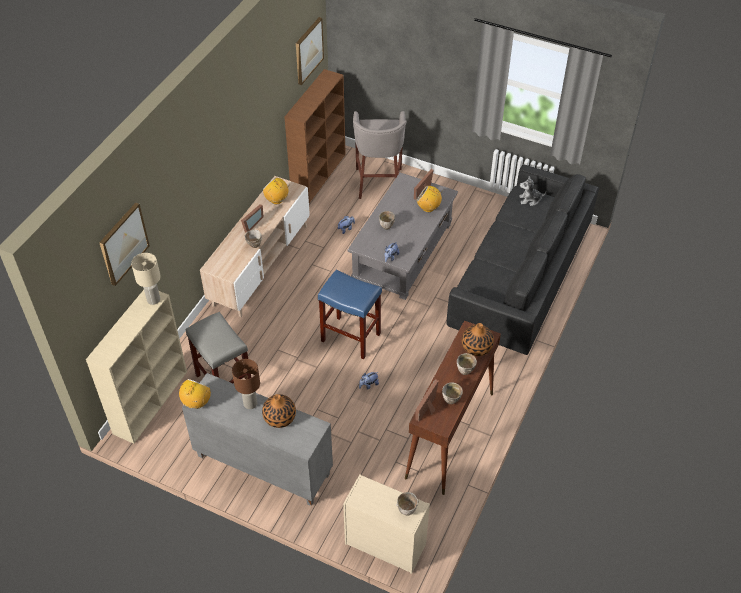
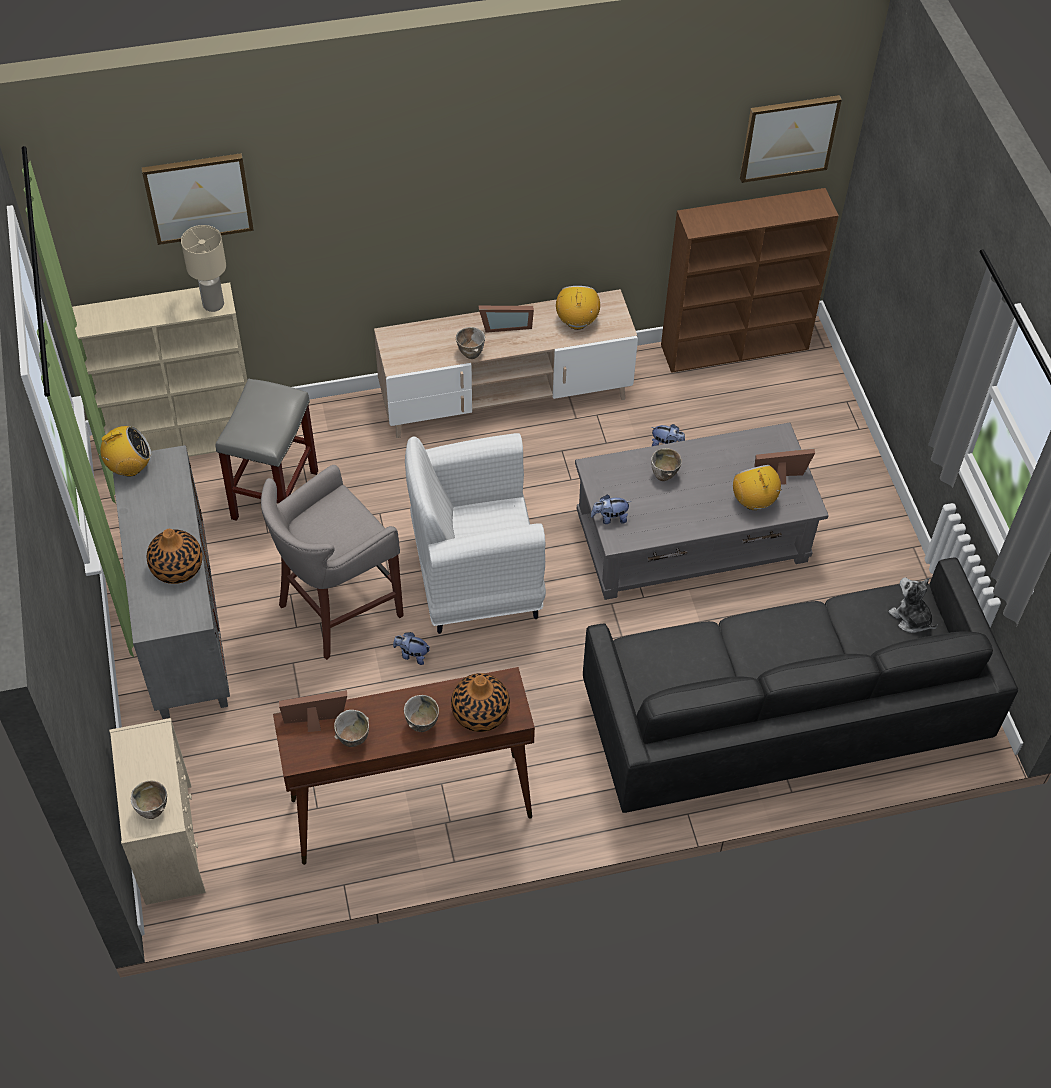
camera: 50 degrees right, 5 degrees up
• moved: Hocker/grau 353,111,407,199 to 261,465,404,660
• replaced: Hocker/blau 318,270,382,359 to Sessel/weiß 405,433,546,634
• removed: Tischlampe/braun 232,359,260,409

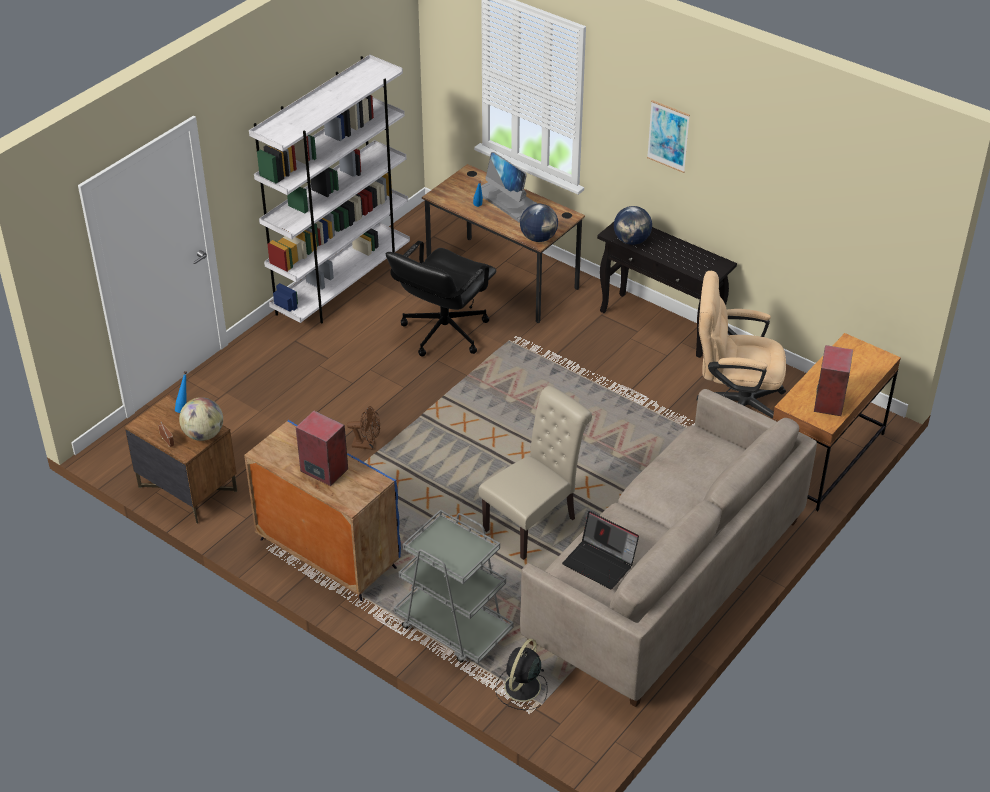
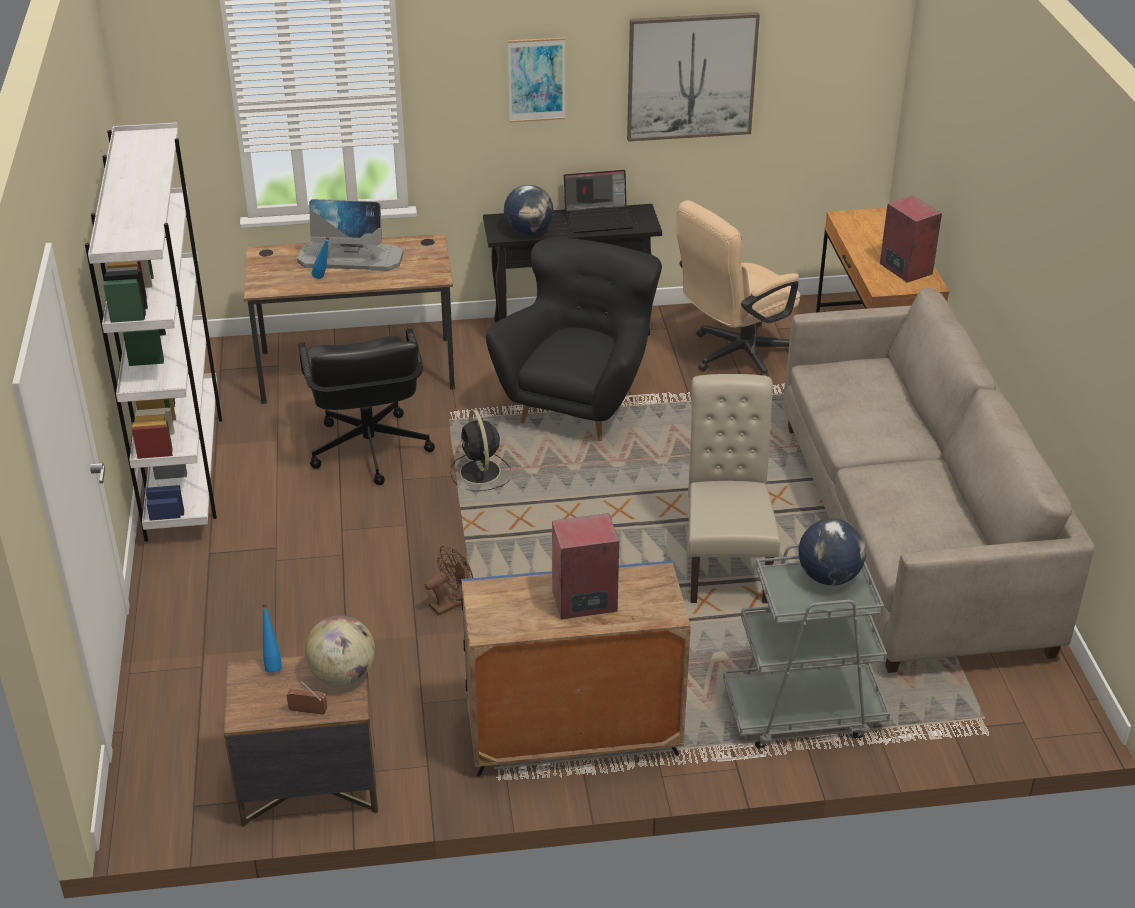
camera: 45 degrees left, 5 degrees down
• moved: Ventilator/schwarz 495,638,547,710 to 450,409,511,491
• added: Sessel/schwarz 486,237,662,441
• moved: Laptop 562,511,639,589 to 564,170,634,233
• added: Bild 627,12,760,142
• moved: Globus 520,204,558,242 to 799,519,866,585

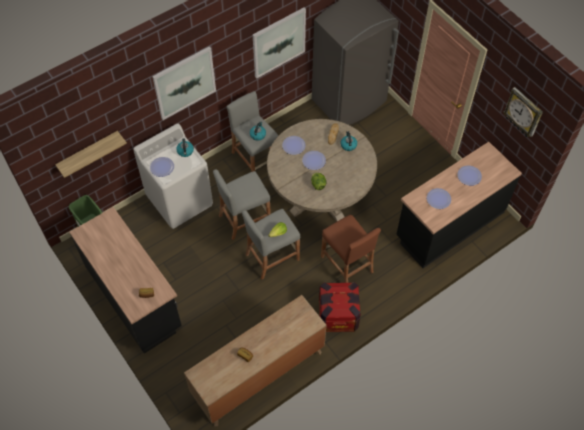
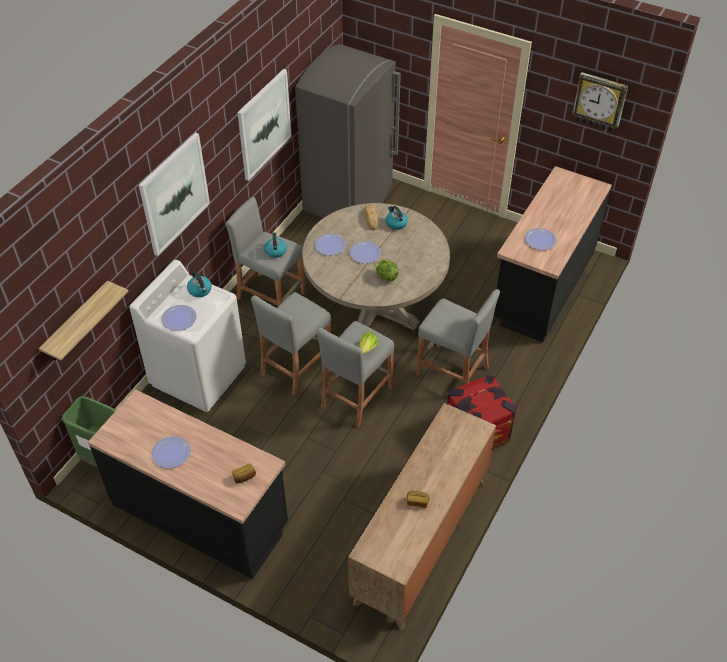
camera: 25 degrees left, 10 degrees down
• moved: Teller 457,166,482,186 to 152,436,191,469
• recoloured: Hocker/braun 321,215,381,283 to Hocker/grau 416,289,500,385

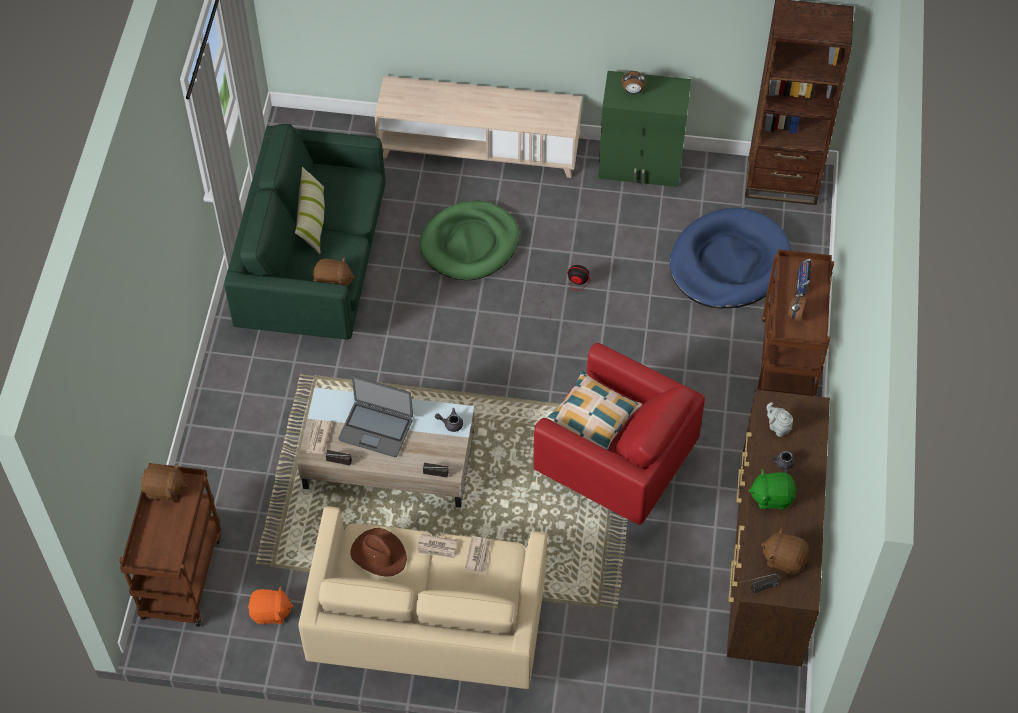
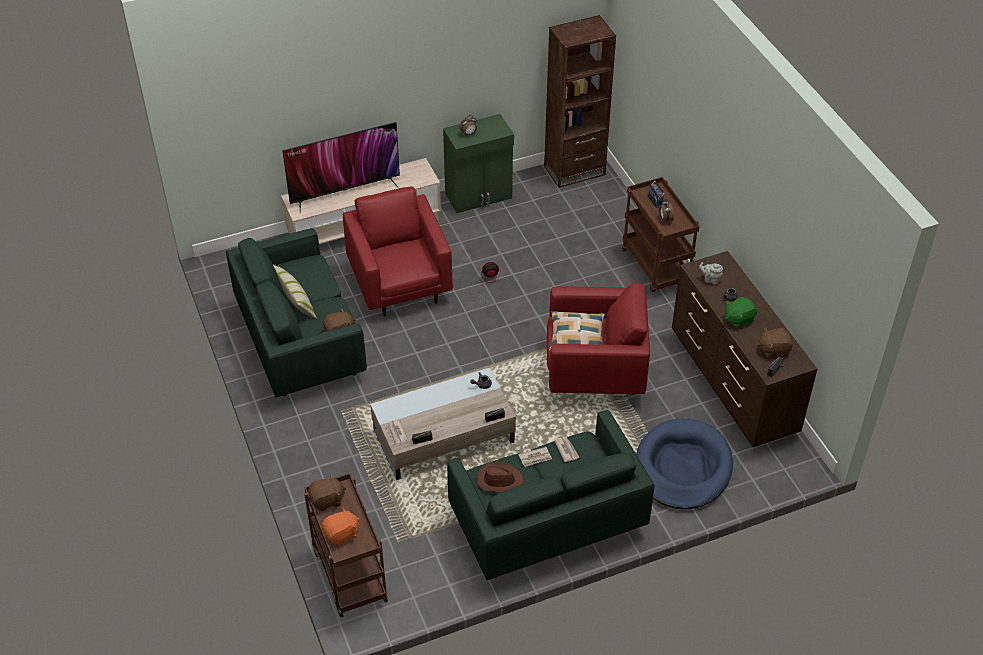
camera: 30 degrees left, 10 degrees down
• added: Fernseher 282,122,400,212
• moved: Plüschtier/orange 248,586,294,624 to 322,507,360,546
• replaced: Hundebett/grün 420,201,519,280 to Sessel/rot 343,186,453,316
• recoloured: Sofa/beige 298,506,547,689 to Sofa/grün 447,410,655,580
• moved: Hundebett/blau 670,208,791,309 to 636,419,733,509
• removed: Laptop 338,376,413,457

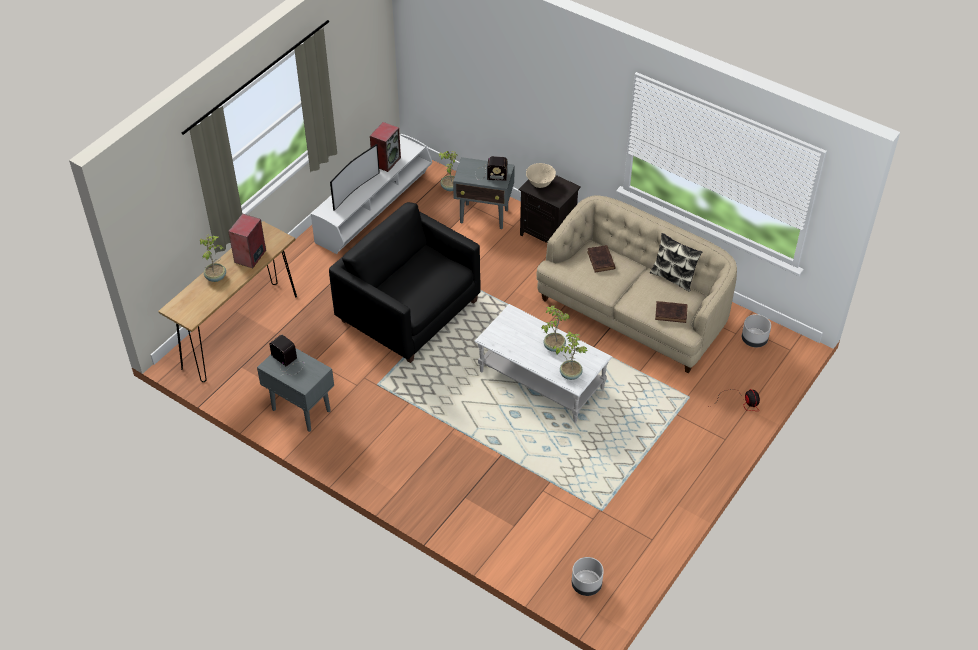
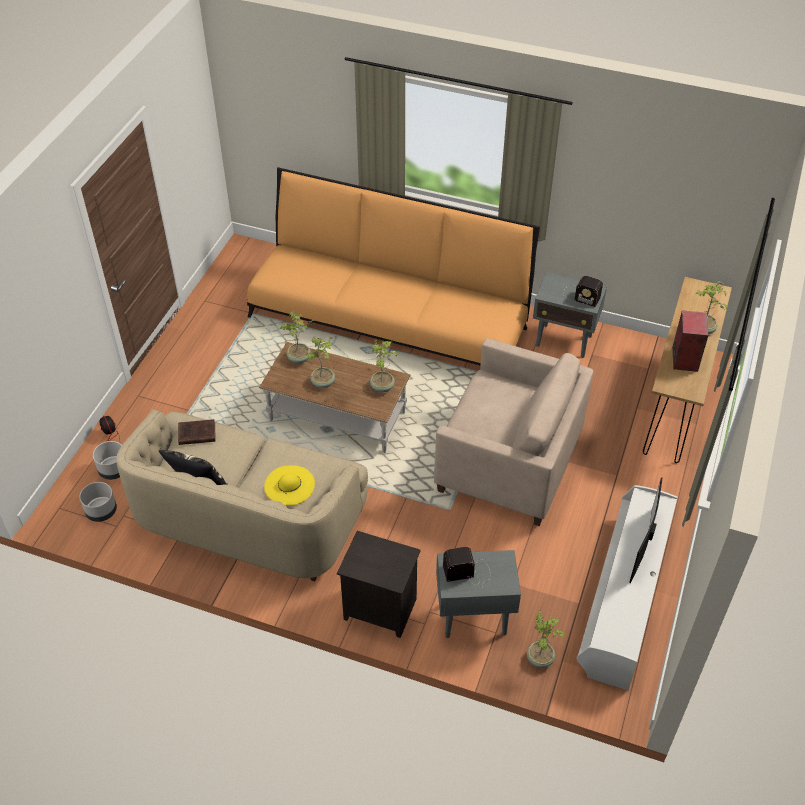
camera: 165 degrees right, 0 degrees up
• moved: Pflanzkübel/grau 572,557,604,596 to 93,441,122,480
• added: Sofa/orange 247,167,540,366
• recoloured: Couchtisch/weiß 474,304,612,423 to Couchtisch/braun 259,342,410,453
• replaced: Buch/braun 587,245,615,272 to Hut/gelb 264,465,315,506
• added: Topfpflanze 370,340,399,392
• recoloured: Sessel/schwarz 329,202,481,363 to Sessel/beige 434,338,593,526
• removed: Lautsprecher 370,122,401,172
• removed: Schüssel/beige 526,163,556,188

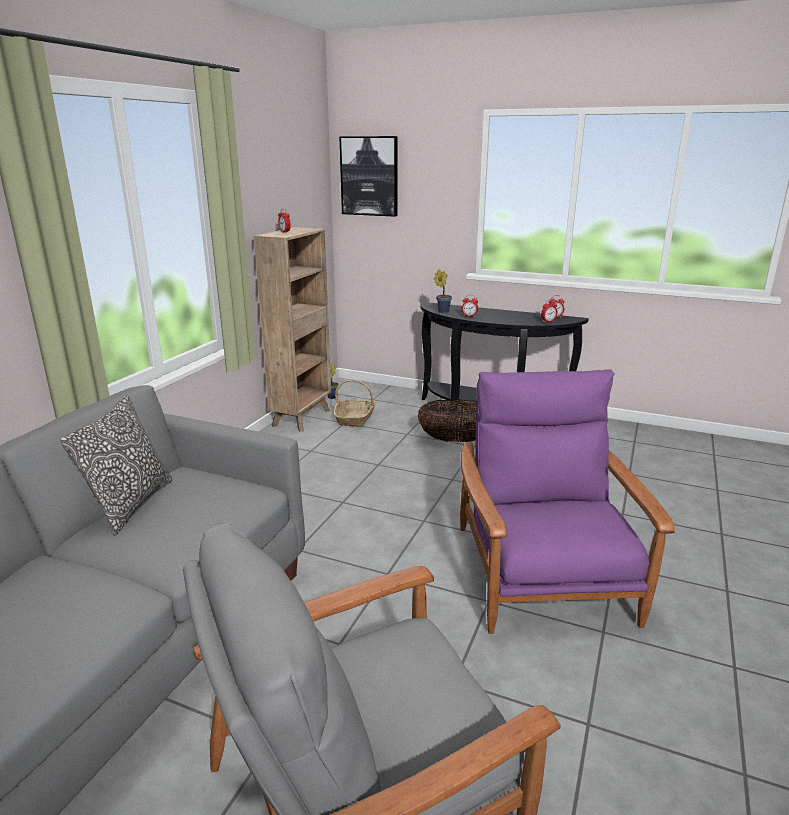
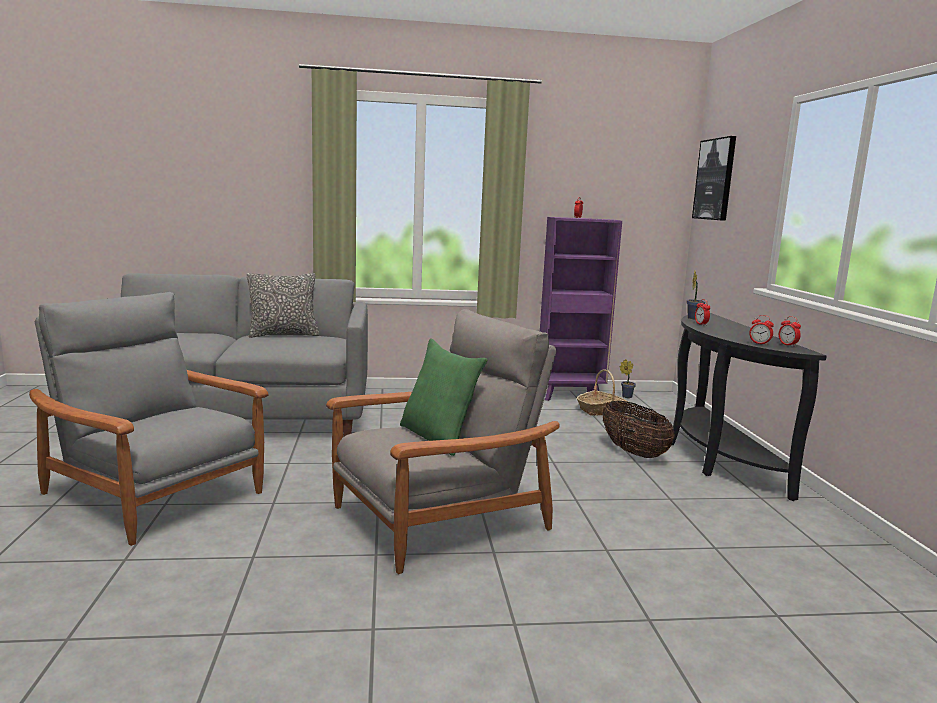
camera: 60 degrees right, 10 degrees down
• recoloured: Sessel/lila 460,369,675,634 to Sessel/grau 326,309,560,574
• added: Kissen/grün 400,339,487,456
• recoloured: Bücherregal/braun 254,227,331,432 to Bücherregal/lila 540,217,622,401

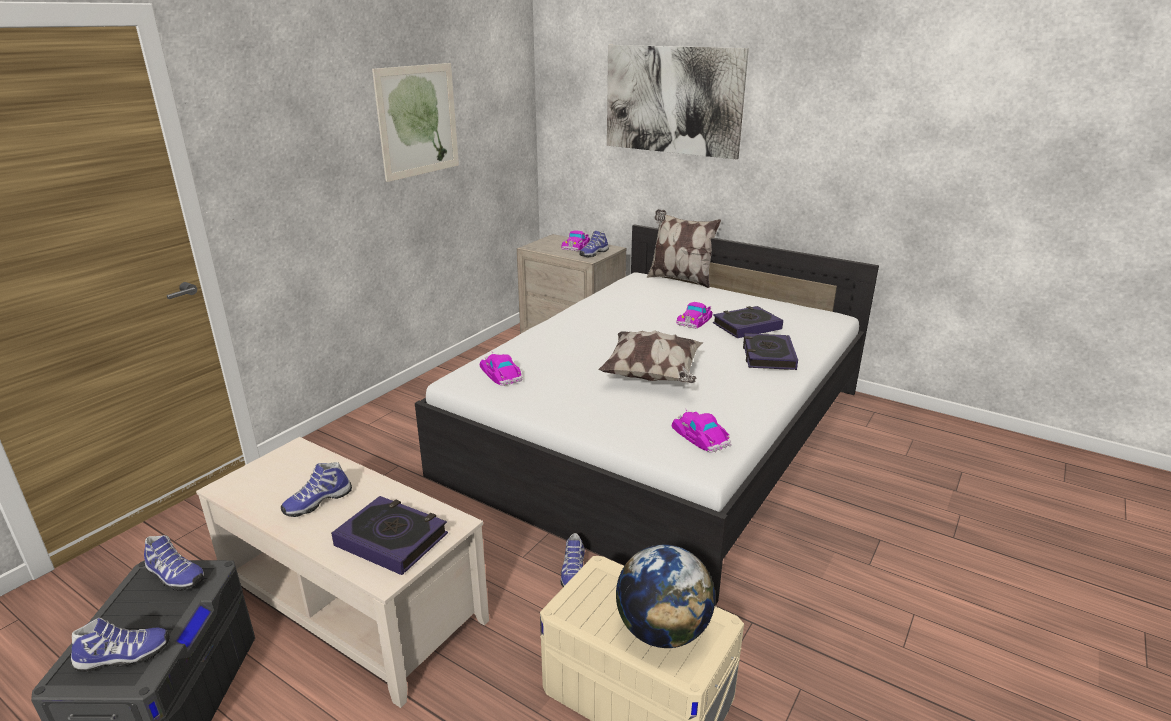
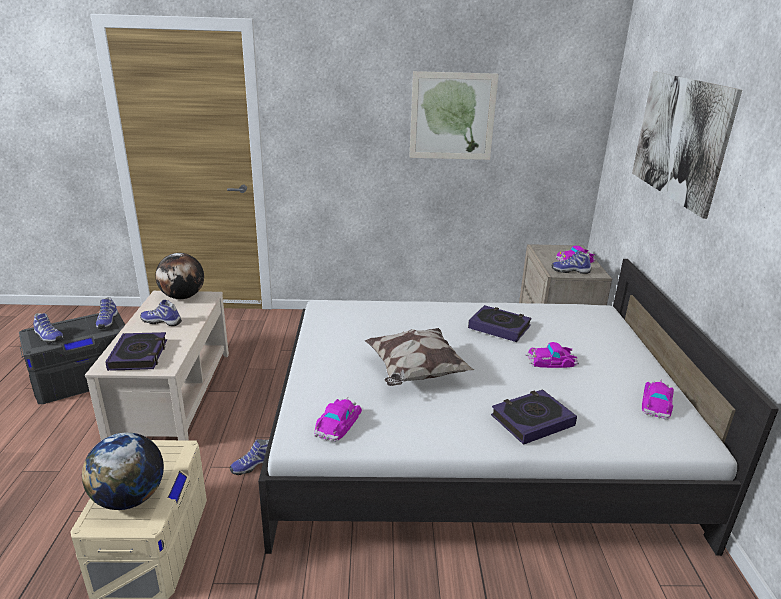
camera: 55 degrees right, 0 degrees up
• added: Globus 155,253,204,299
• moved: Buch 713,306,783,338 to 468,305,532,342
• moved: Spielzeugauto 480,352,522,386 to 642,379,674,420
• removed: Kissen 647,209,721,288

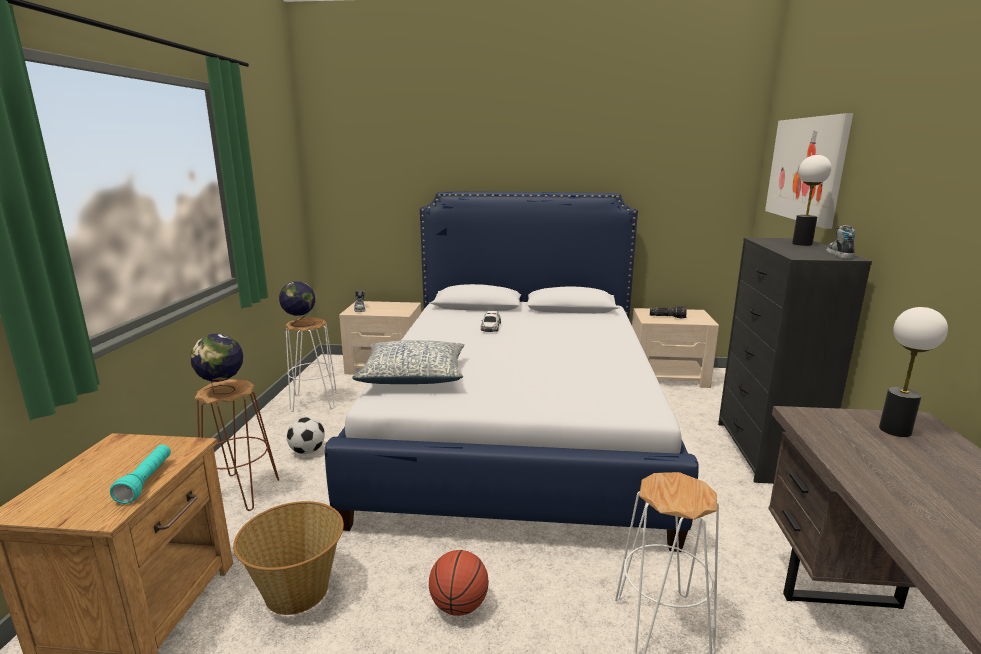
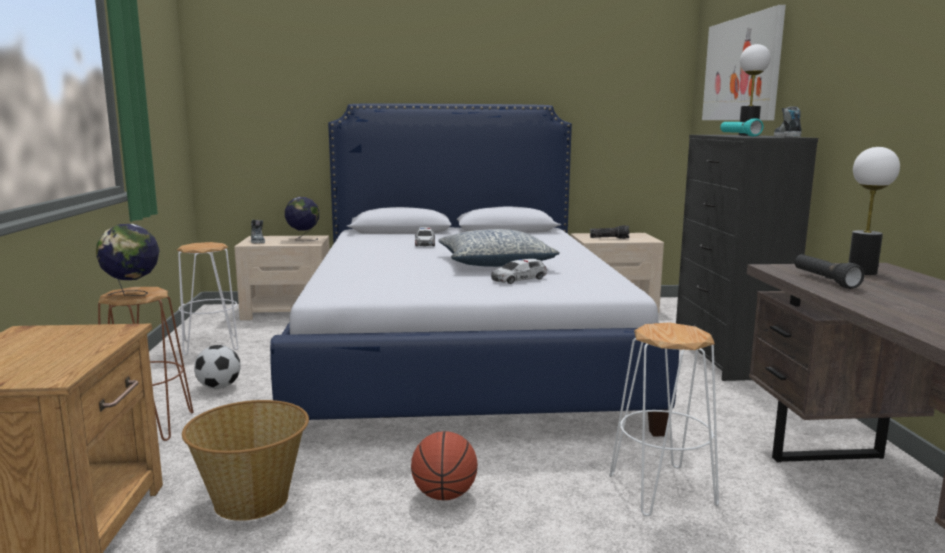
camera: 10 degrees left, 5 degrees down
• moved: Globus 279,281,315,327 to 285,197,319,241
• moved: Kissen 352,340,465,384 to 438,229,560,267
• added: Spielzeugauto 491,259,547,284
• moved: Taschenlampe/türkis 110,445,171,504 to 720,118,763,136
• added: Taschenlampe/schwarz 795,254,864,289

